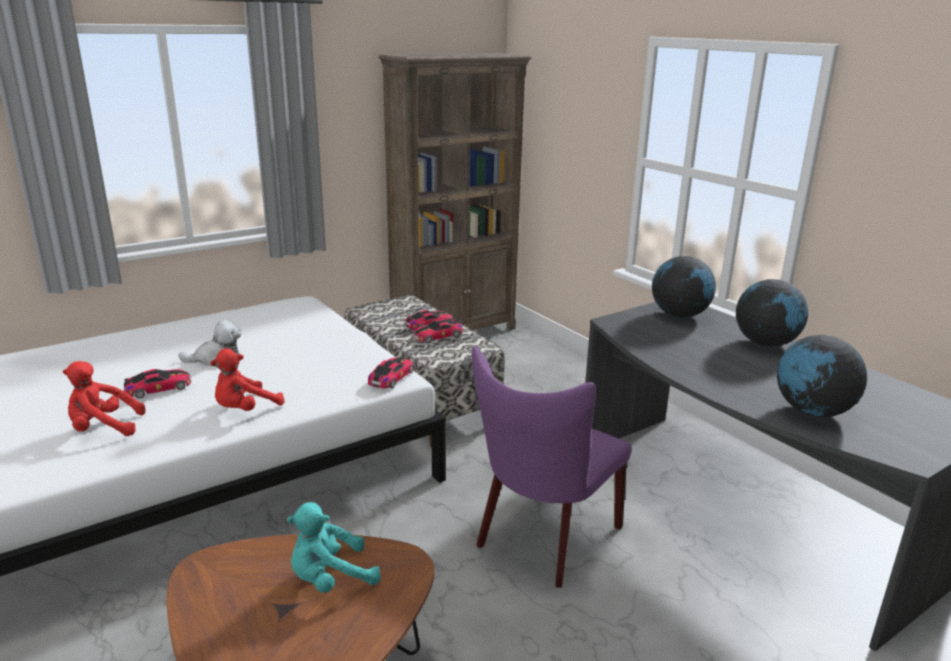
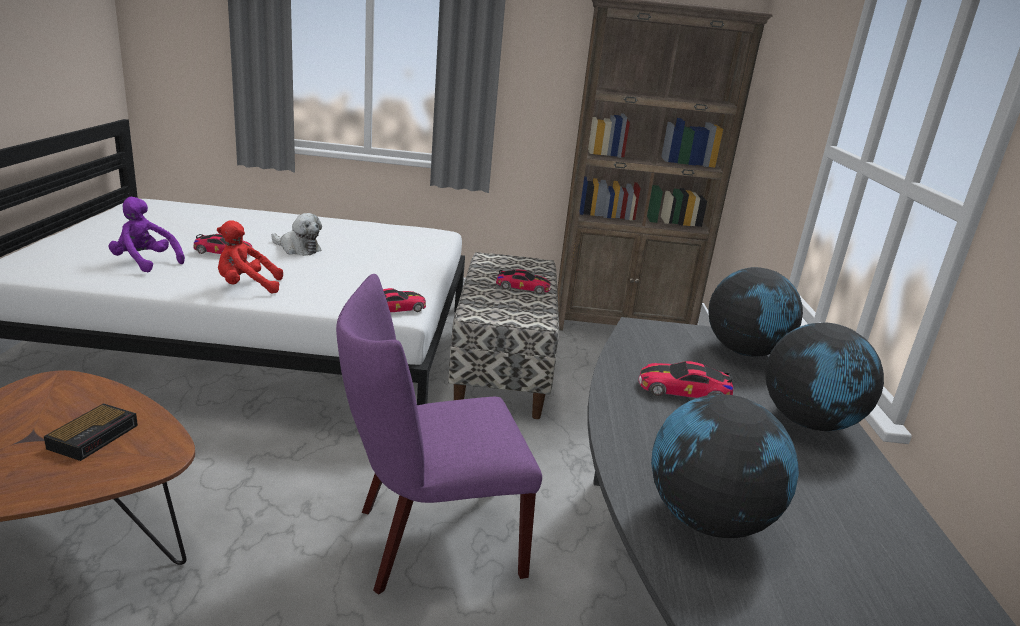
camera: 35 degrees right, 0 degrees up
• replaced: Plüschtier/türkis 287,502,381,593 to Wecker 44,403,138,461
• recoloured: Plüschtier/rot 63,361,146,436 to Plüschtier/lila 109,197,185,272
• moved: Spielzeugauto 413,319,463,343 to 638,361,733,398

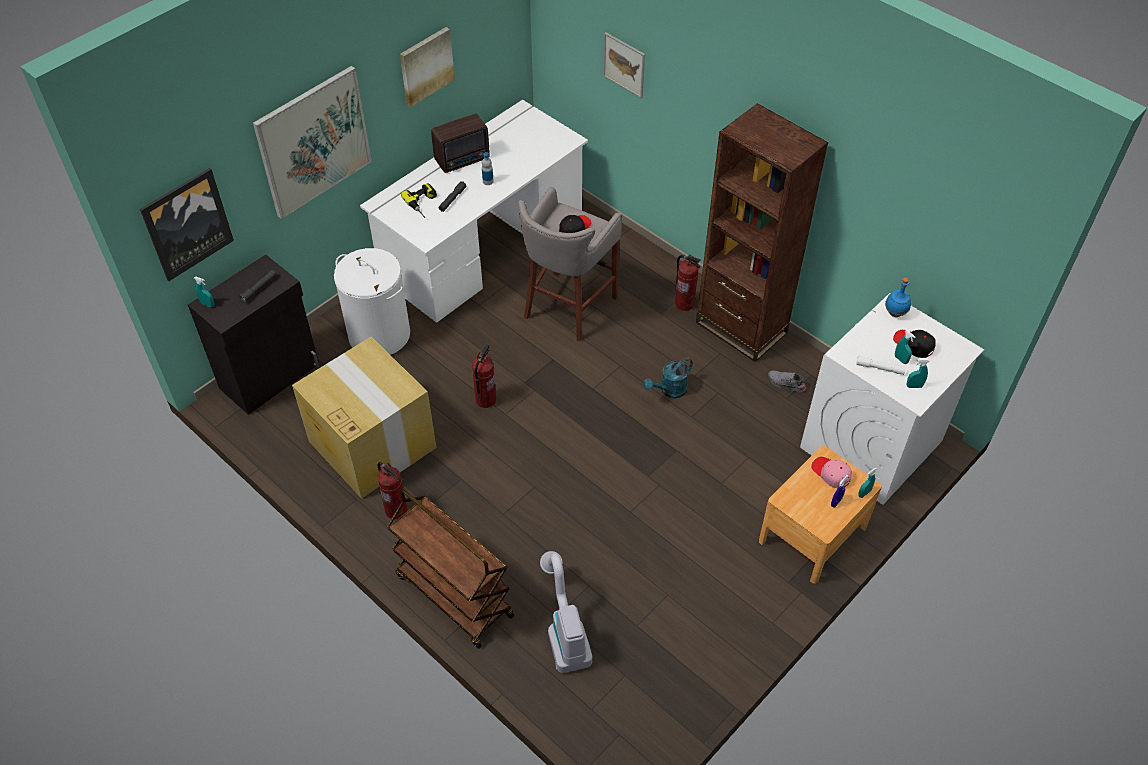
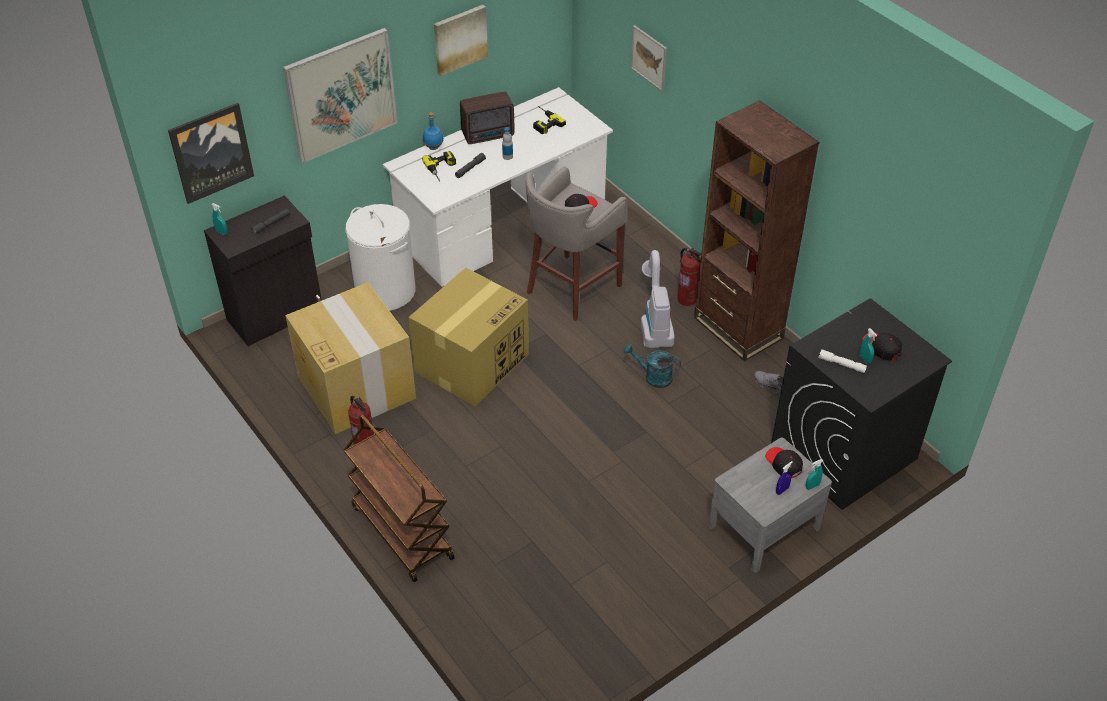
camera: 10 degrees right, 5 degrees down
• replaced: Feuerlöscher 472,344,496,408 to Karton 409,268,529,406
• moved: Flasche/blau 885,278,911,317 to 423,113,444,150
• added: Bohrmaschine 533,106,566,134
• turned: Gießkanne/türkis 644,358,693,398 = 623,344,681,388 45 degrees clockwise
• moved: Staubsauger 540,551,592,673 to 641,250,675,348
• recoloured: Nachttisch/braun 759,446,882,584 to Nachttisch/grau 708,438,832,573
• recoloured: Kappe/rosa 811,457,852,488 to Kappe/schwarz 765,447,803,478
• recoloured: Waschmaschine/weiß 800,293,984,505 to Waschmaschine/schwarz 771,298,952,510
• removed: Sprühflasche/türkis 906,359,930,388

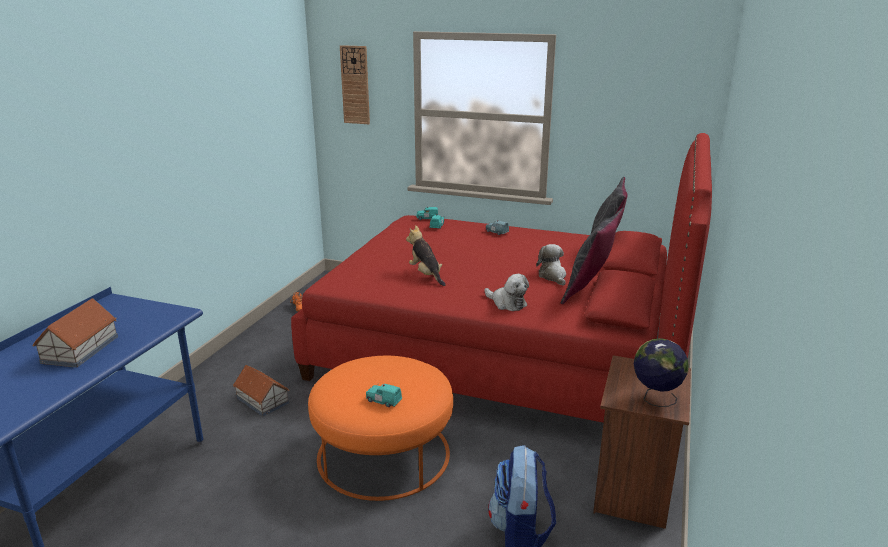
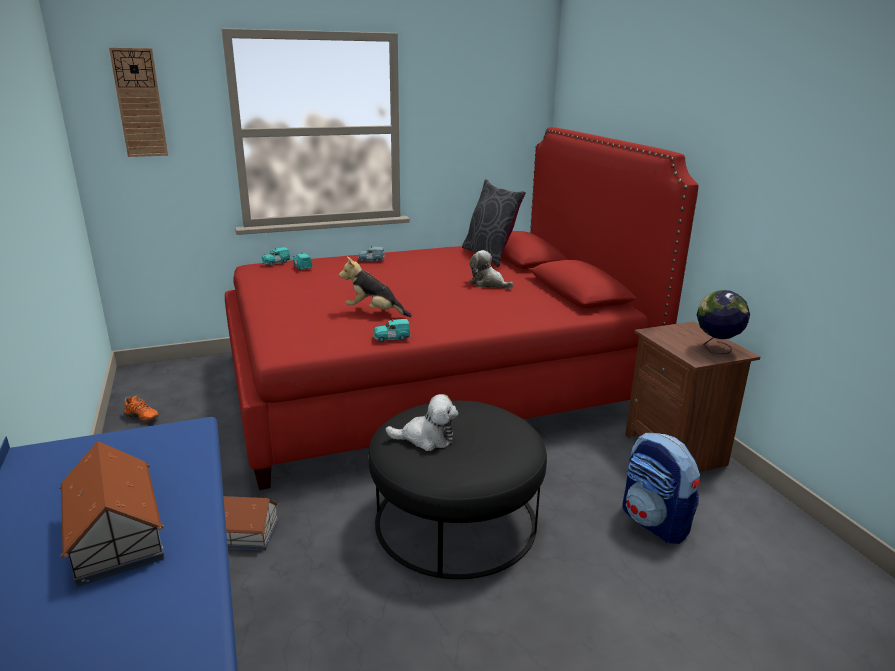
camera: 40 degrees left, 0 degrees up
• recoloured: Polsterhocker/orange 308,356,453,501 to Polsterhocker/schwarz 369,401,547,579
• moved: Spielzeugauto/türkis 366,383,402,407 to 374,319,410,343
• moved: Plüschtier 485,274,529,311 to 385,394,458,451
• removed: Kissen/grau 561,208,624,304

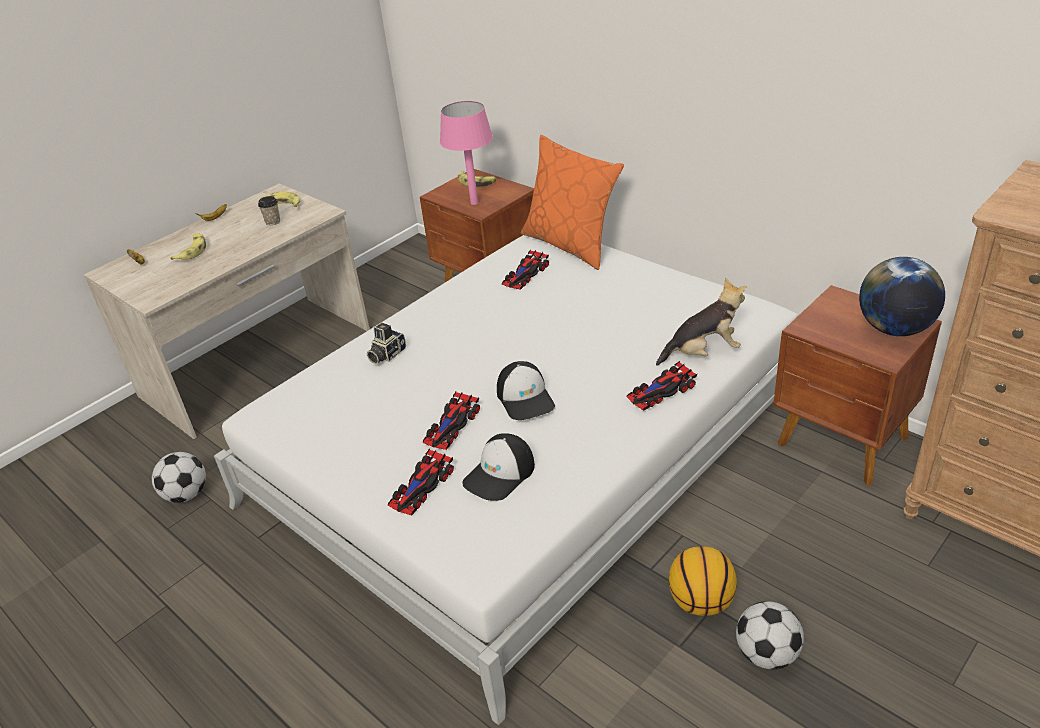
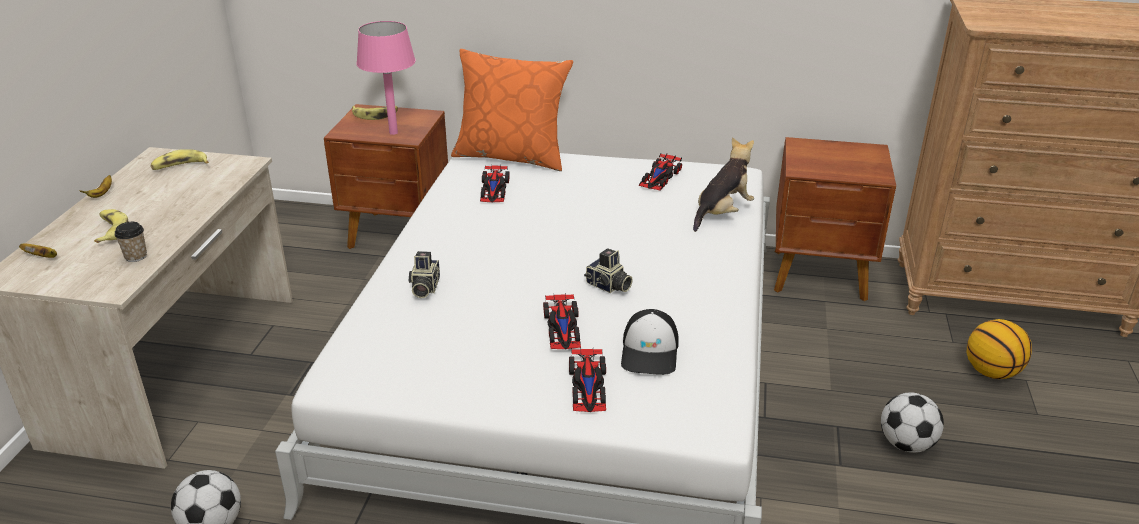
camera: 35 degrees left, 5 degrees down
• moved: Tasse 258,196,280,225 to 115,222,147,262
• replaced: Kappe 497,361,555,420 to Kamera 584,248,633,293
• moved: Spielzeugauto 626,361,697,411 to 639,154,682,191
• moved: Basketball 669,546,737,616 to 966,319,1032,379
• removed: Globus 859,257,945,336

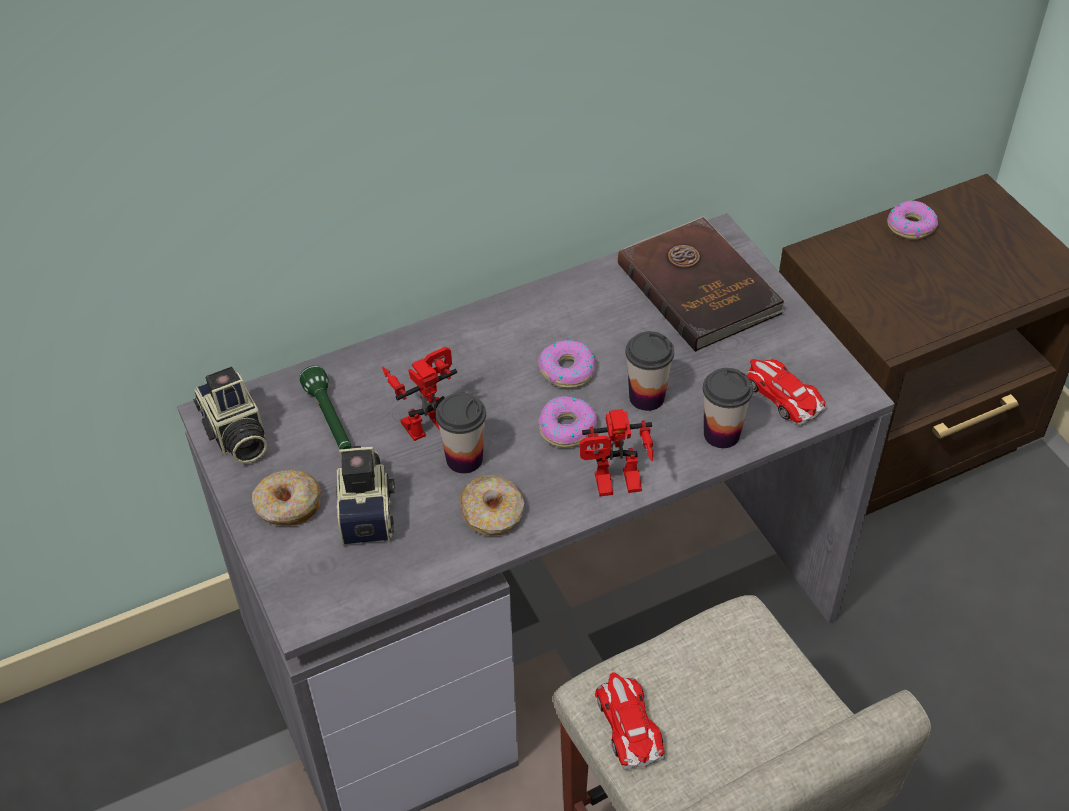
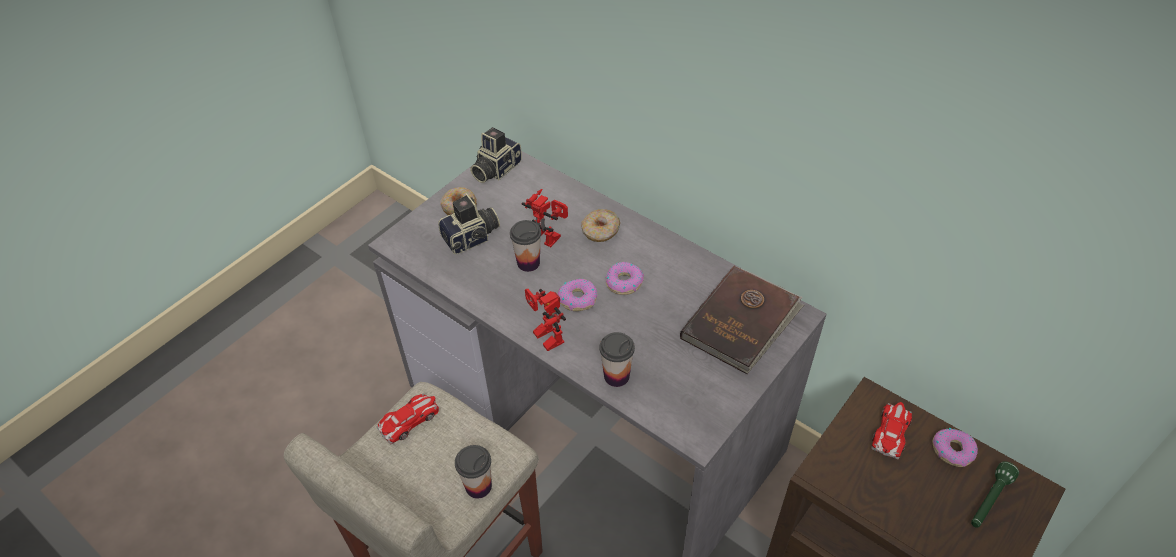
camera: 65 degrees right, 0 degrees up
• moved: Tasse 625,331,674,411 to 455,445,492,499
• moved: Donut 459,475,524,535 to 581,209,620,242
• moved: Spielzeugauto 744,358,828,426 to 871,402,912,459
• moved: Taschenlampe/grün 299,365,351,449 to 971,461,1019,528

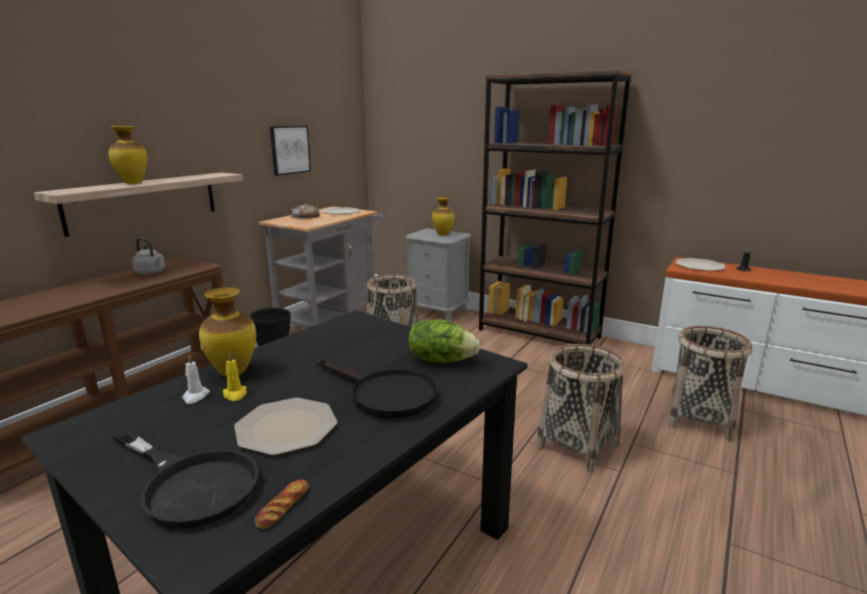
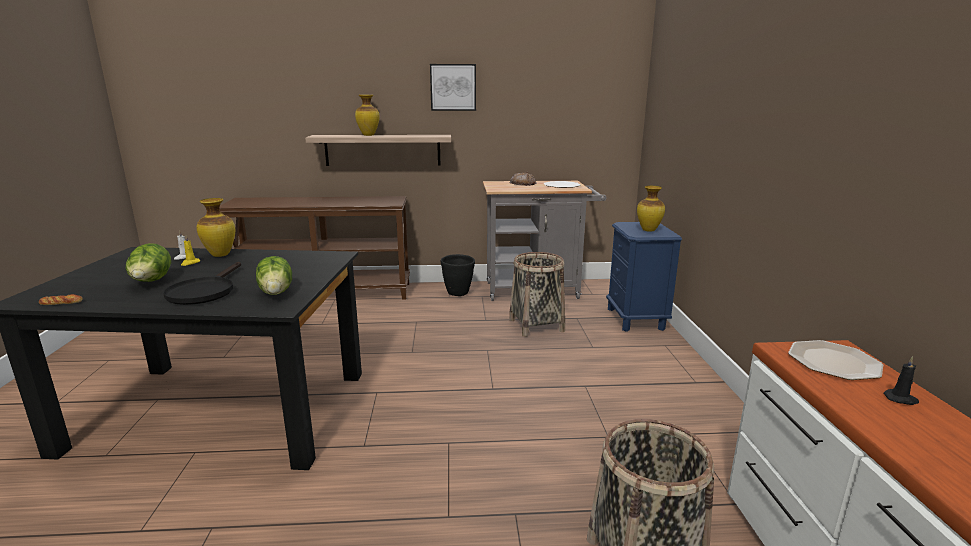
camera: 55 degrees right, 0 degrees up
• replaced: Teller 234,398,337,455 to Salatkopf 126,243,171,282
• moved: Bild 270,126,311,176 to 430,64,476,111
• recoloured: Nachttisch/grau 405,228,472,322 to Nachttisch/blau 606,222,682,332
• removed: Pfanne/schwarz 112,429,259,529
• removed: Wasserkessel/grau 132,238,165,274
• removed: Bücherregal/braun 479,69,632,345
• removed: Korb 536,344,624,472

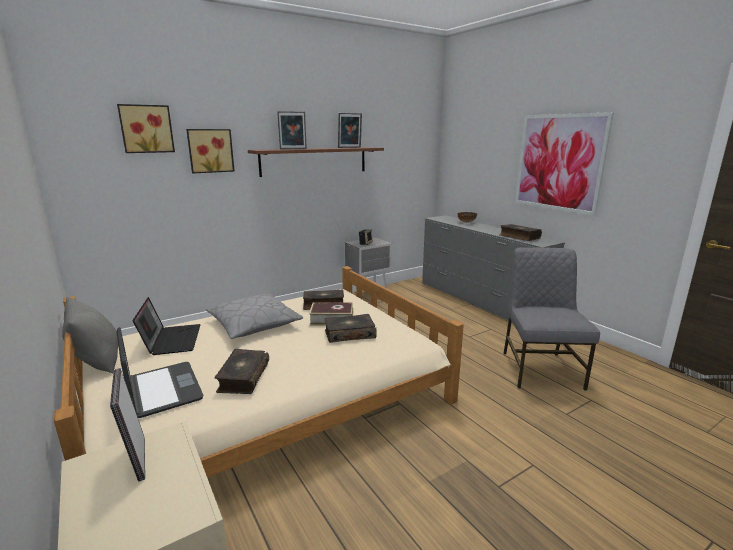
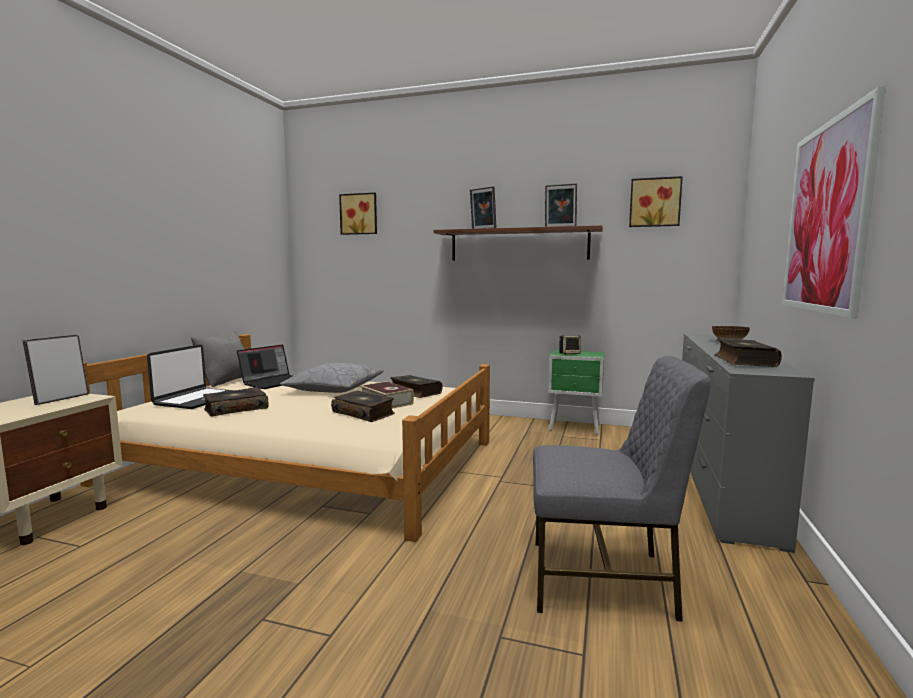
camera: 50 degrees right, 10 degrees down
• turned: Stuhl/grau 504,247,600,390 = 533,356,711,622 45 degrees clockwise
• recoloured: Nachttisch/grau 345,237,392,288 to Nachttisch/grün 548,350,604,435
• moved: Bild 186,129,235,173 to 629,176,683,227

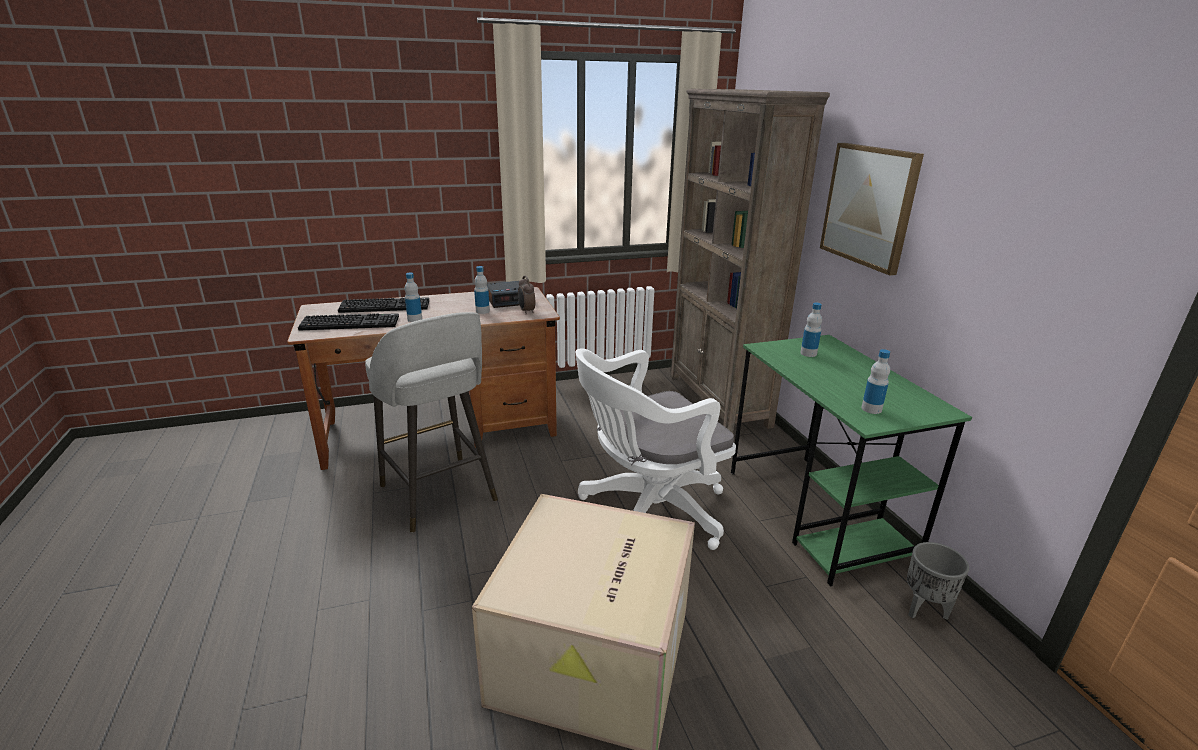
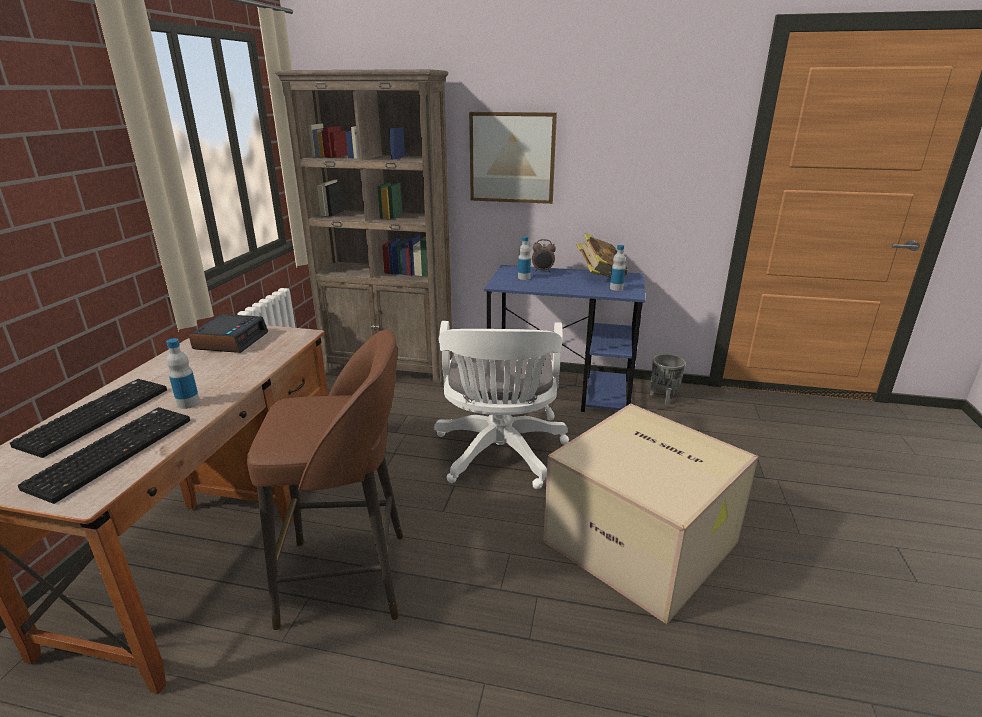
camera: 60 degrees left, 0 degrees up
• recoloured: Hocker/grau 365,312,498,533 to Hocker/braun 247,329,403,630
• recoloured: Schreibtisch/grün 731,335,972,586 to Schreibtisch/blau 484,265,646,412
• moved: Wecker 518,276,535,314 to 532,239,556,272
• added: Buch 577,233,628,278
• removed: Flasche 474,266,490,314

